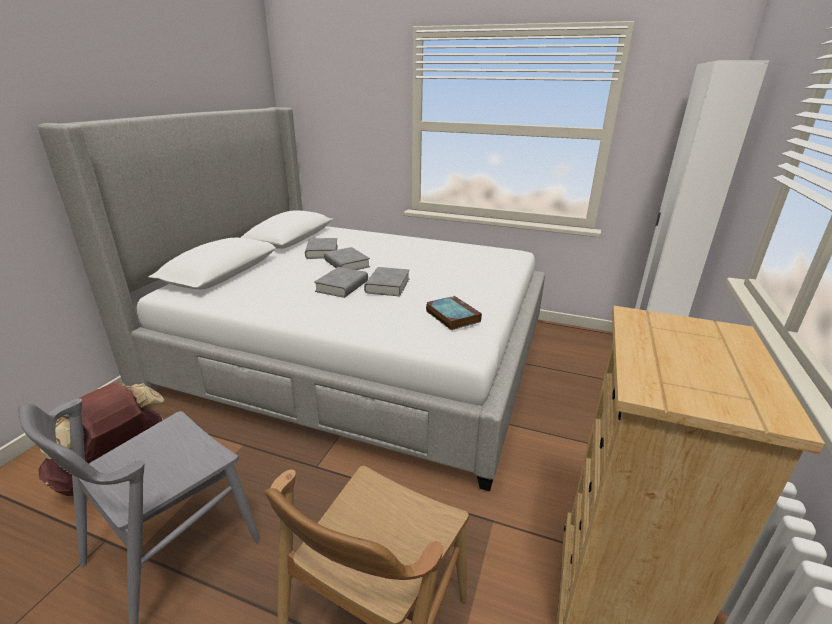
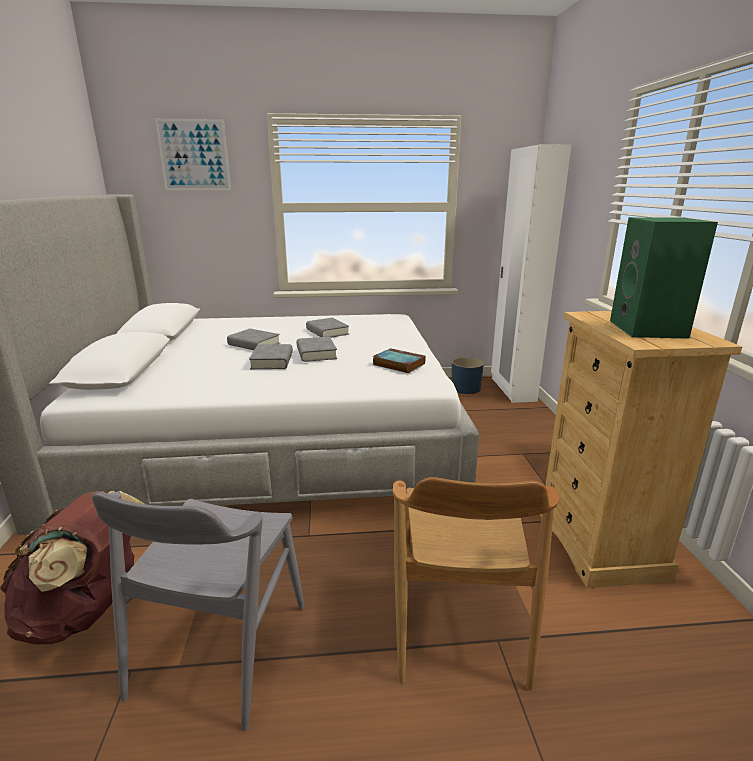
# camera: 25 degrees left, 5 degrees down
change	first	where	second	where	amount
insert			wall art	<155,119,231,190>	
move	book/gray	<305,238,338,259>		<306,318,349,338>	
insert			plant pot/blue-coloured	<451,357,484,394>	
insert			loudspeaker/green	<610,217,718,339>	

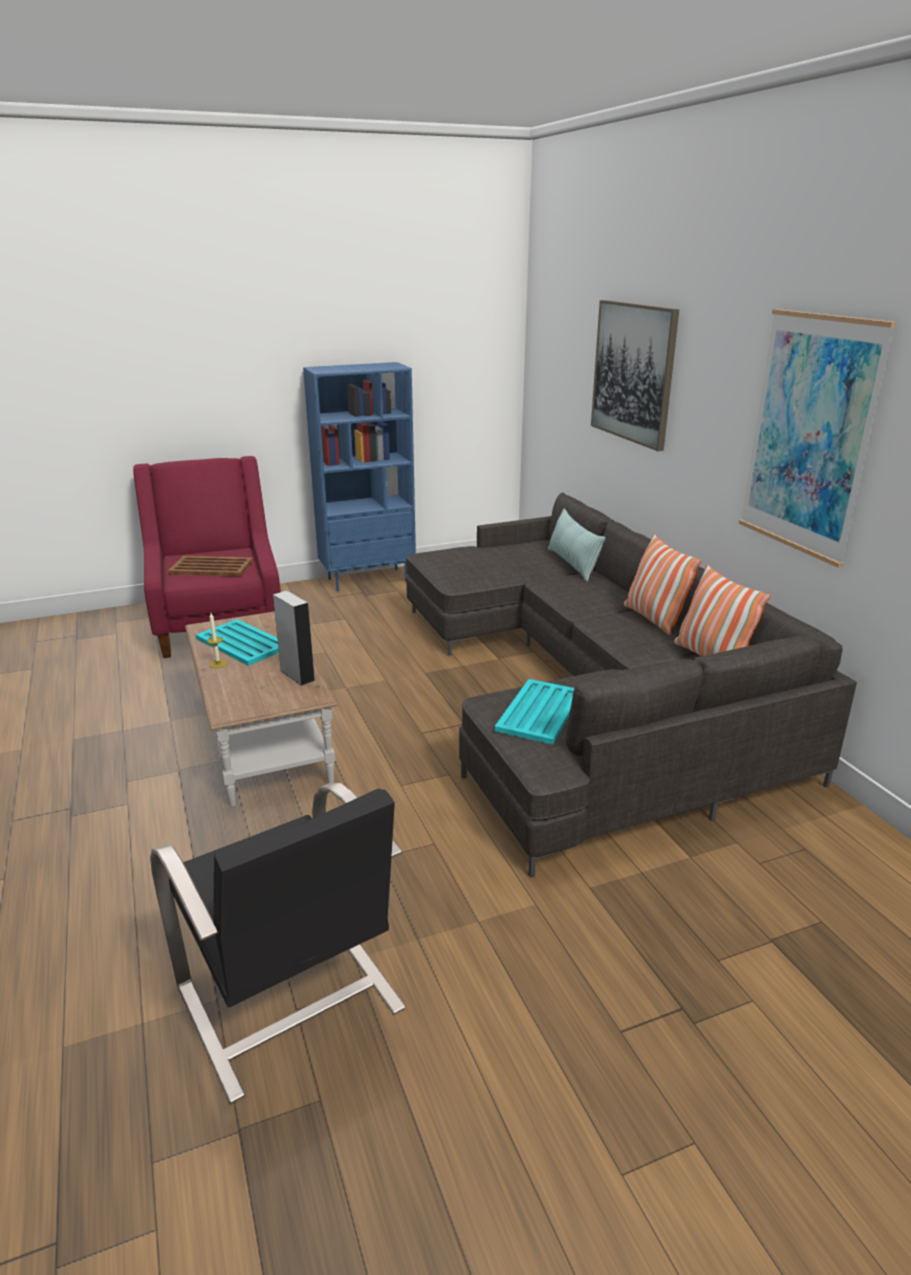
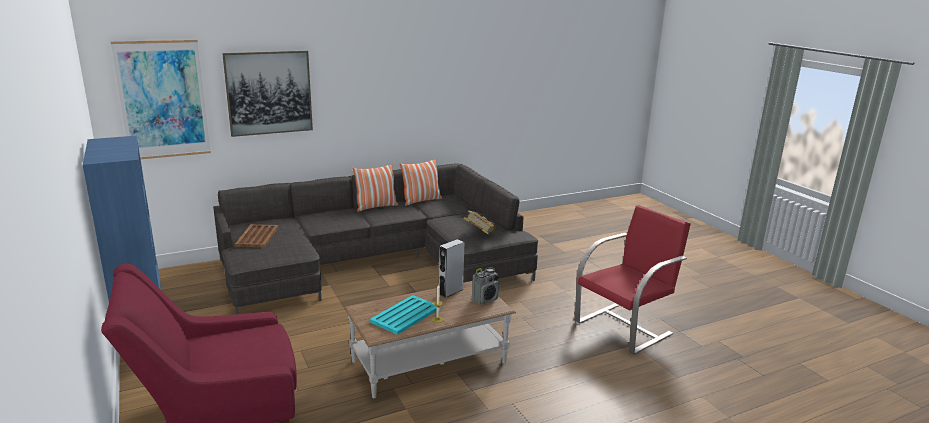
# camera: 95 degrees left, 5 degrees down
change	first	where	second	where	amount
move	wall art	<739,309,897,568>		<111,40,211,159>	
move	serving tray/brown	<168,556,253,576>		<235,224,279,247>	
replace	serving tray/blue-green	<494,679,574,745>	book	<463,210,497,234>	
insert			radio receiver	<472,267,499,305>	
recolor	easy chair/blackish	<150,783,406,1104>	easy chair/reddish	<575,205,691,355>	
delete	cushion	<548,509,605,582>			

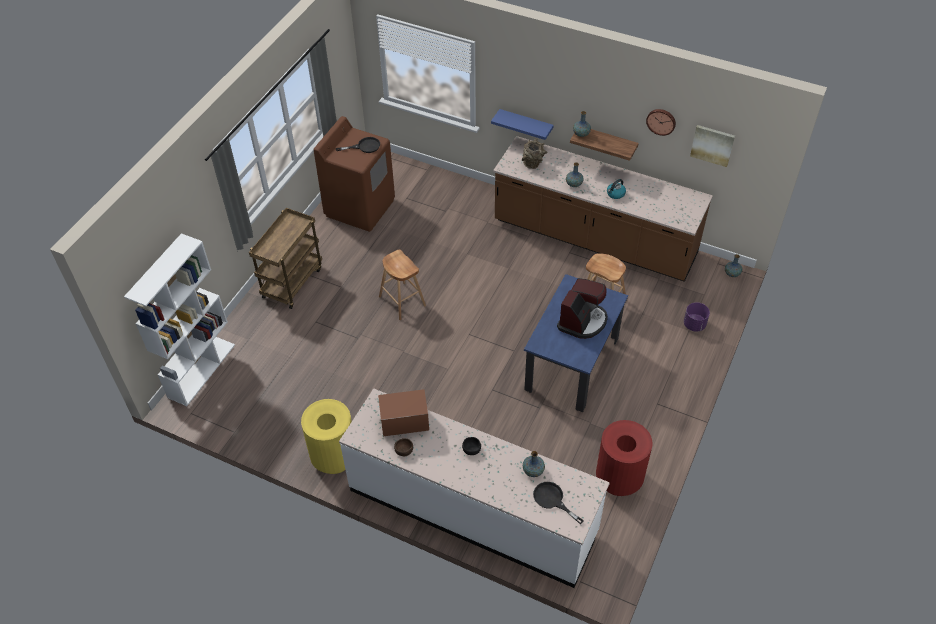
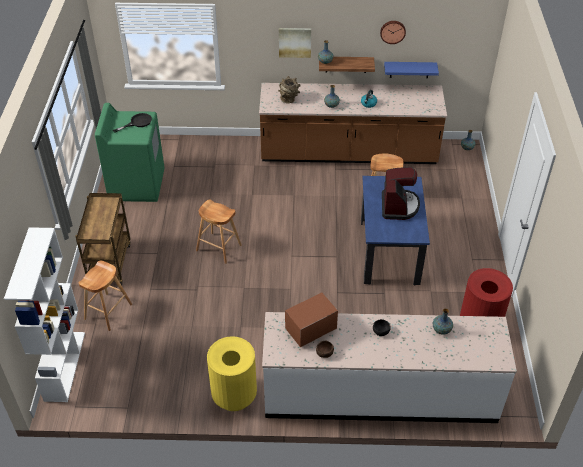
# camera: 25 degrees left, 5 degrees down
change	first	where	second	where	amount
insert			stool/brown	<79,260,132,331>	
recolor	washing machine/brown	<314,116,395,232>	washing machine/green	<95,103,165,202>	
move	wall art	<690,125,735,167>		<279,28,311,58>	
move	bracket shelf/blue-coloured	<491,109,554,140>		<384,62,439,78>	
delete	frying pan/blackish	<533,482,584,524>			
delete	plant pot/purplish	<684,302,710,332>			

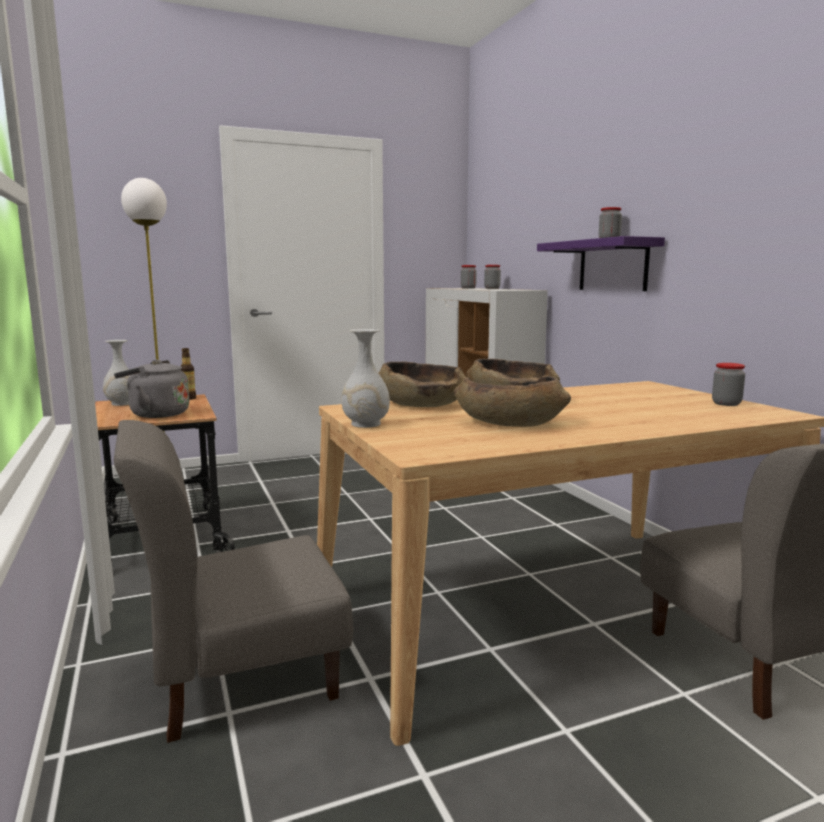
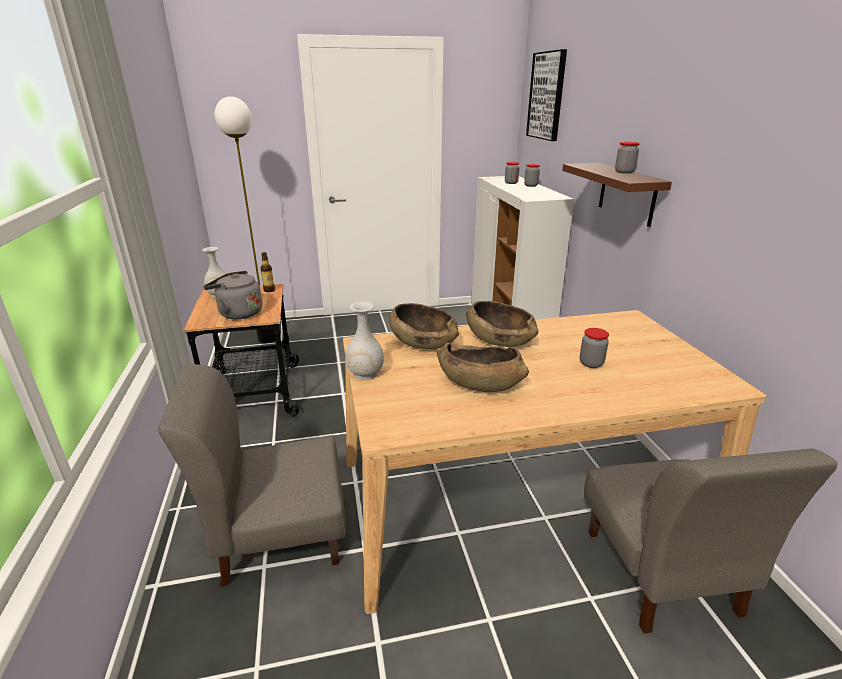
# camera: 10 degrees right, 15 degrees up
change	first	where	second	where	amount
insert			wall art	<526,49,567,141>	
recolor	bracket shelf/purplish	<537,236,665,291>	bracket shelf/brown	<562,163,672,227>	
move	storage jar	<712,363,745,406>		<580,328,609,368>	

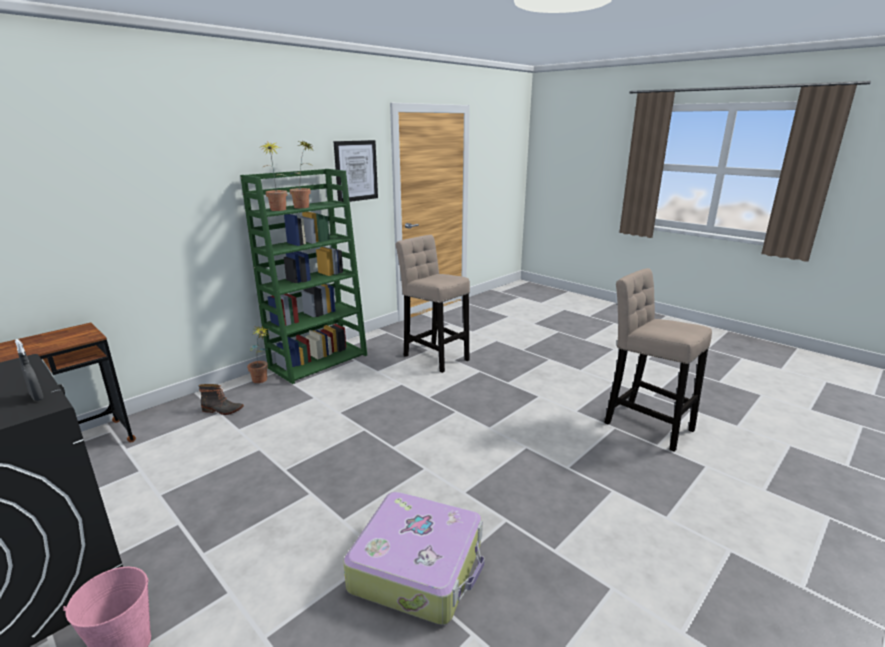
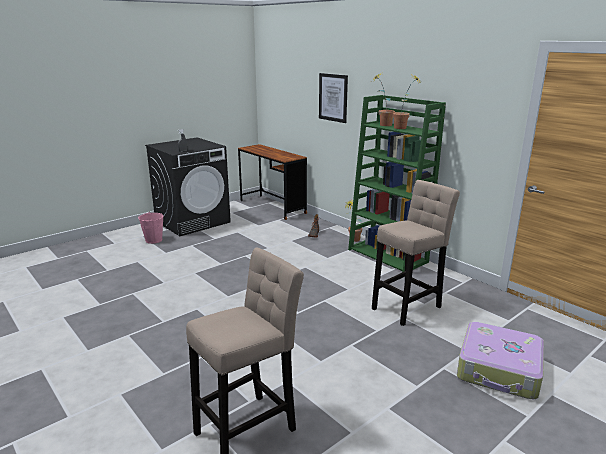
# camera: 95 degrees right, 0 degrees up
change	first	where	second	where	amount
move	wall art	<334,140,378,202>		<319,73,348,123>	
move	suitcase	<343,492,485,625>		<457,322,544,399>	

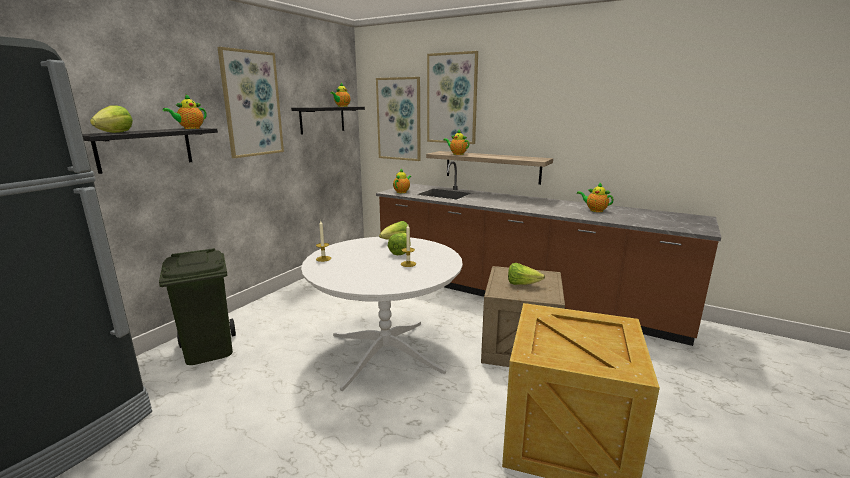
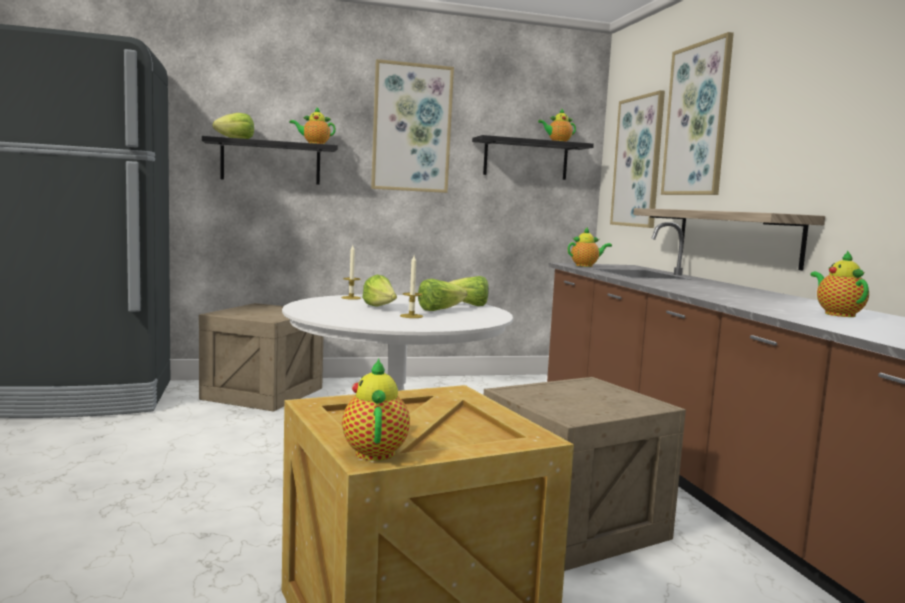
# camera: 45 degrees right, 10 degrees down
change	first	where	second	where	amount
replace	rubbish bin/green	<159,248,236,365>	crate	<199,303,323,412>	
move	teapot	<443,130,469,155>		<342,359,410,461>	
move	lettuce	<508,263,545,285>		<362,275,397,307>	

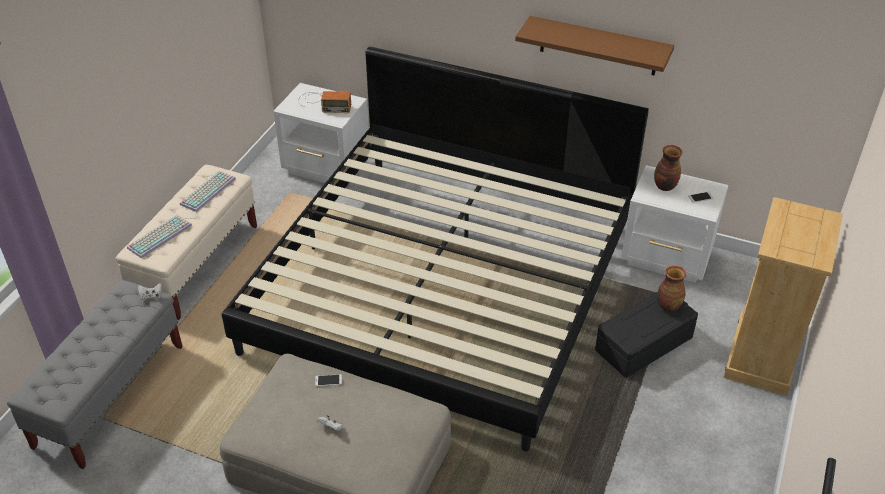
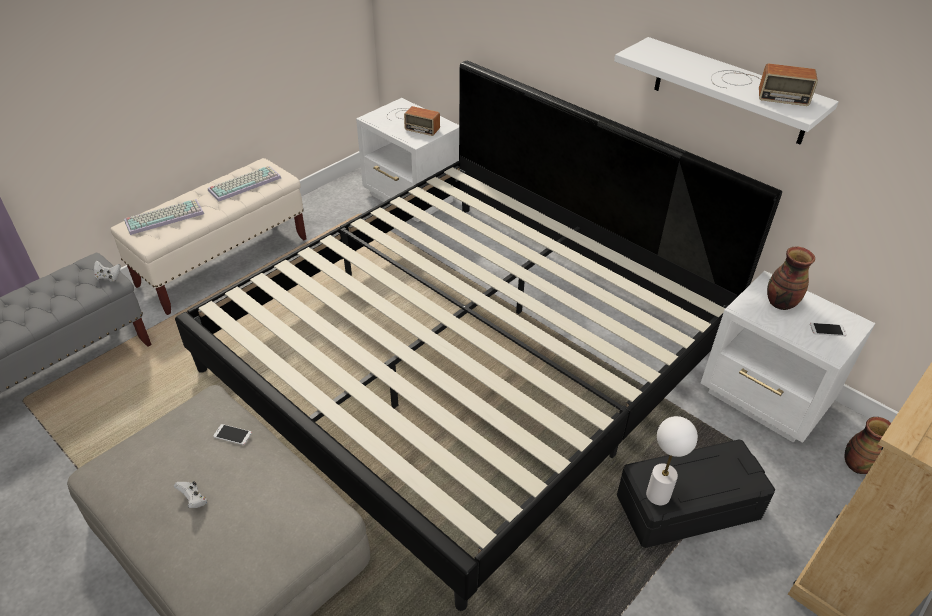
# camera: 20 degrees right, 0 degrees up
change	first	where	second	where	amount
recolor	bracket shelf/brown	<515,16,674,76>	bracket shelf/white-coloured	<614,37,839,144>	
insert			tabletop lamp/white-coloured	<646,416,698,506>	
insert			radio receiver	<711,64,818,106>	
move	vase	<657,265,686,312>		<845,417,891,474>	

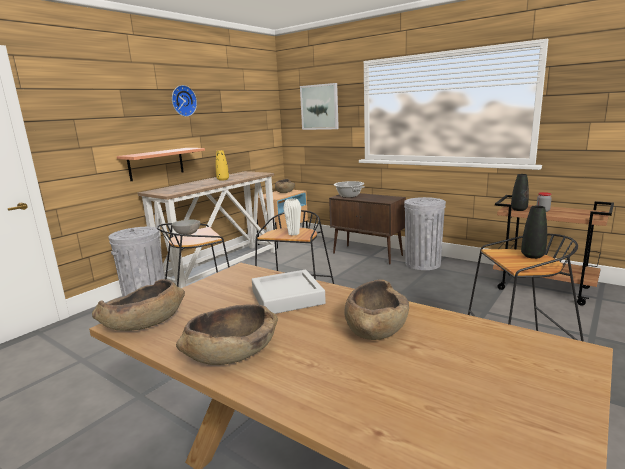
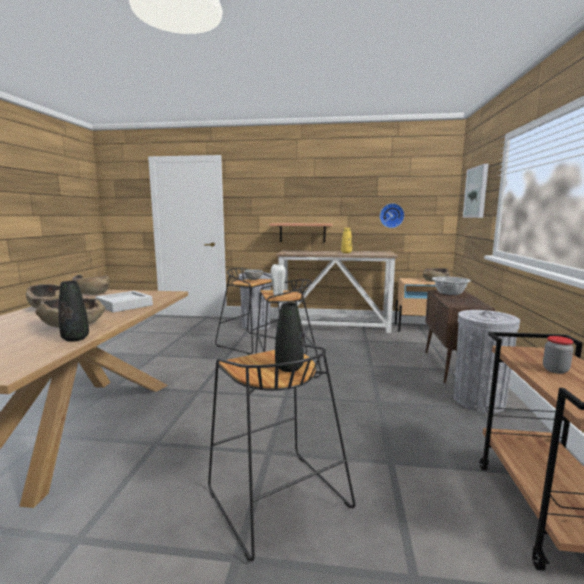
# camera: 60 degrees right, 5 degrees down
change	first	where	second	where	amount
move	vase/blackish	<511,174,529,211>		<58,281,89,342>	
move	clock on the wall	<172,85,197,117>		<380,203,405,228>	

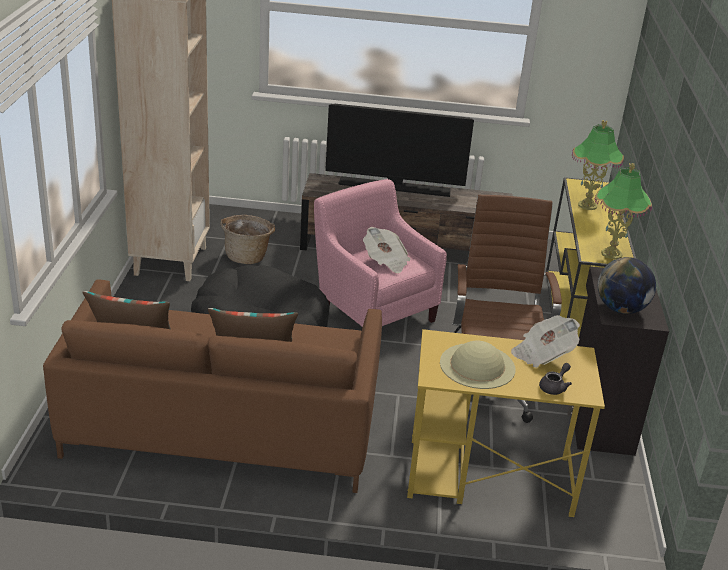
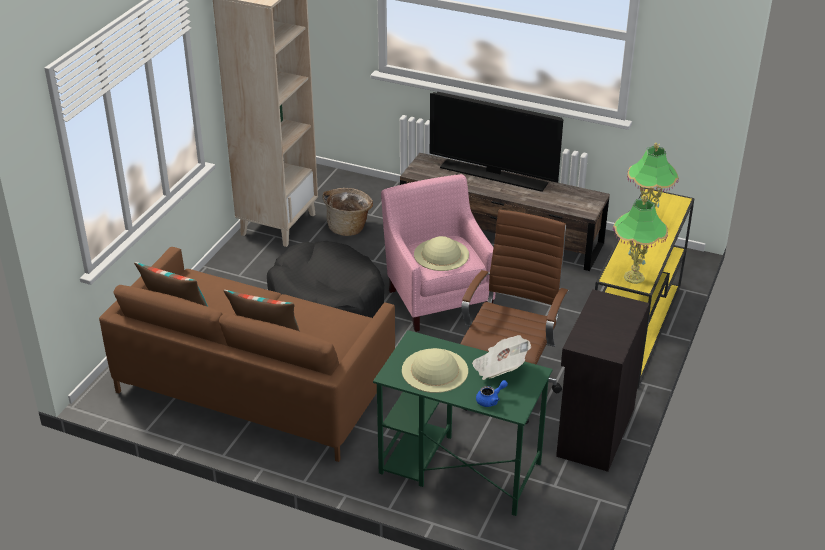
# camera: 20 degrees right, 5 degrees up
change	first	where	second	where	amount
recolor	desk/yellow-coloured	<407,329,605,517>	desk/green	<373,330,553,516>	
replace	printed paper	<363,227,411,273>	wearable hat/beige	<414,236,469,271>	
recolor	teapot/gray	<539,363,572,395>	teapot/blue-coloured	<476,380,508,407>	
delete	world globe	<598,257,656,314>			

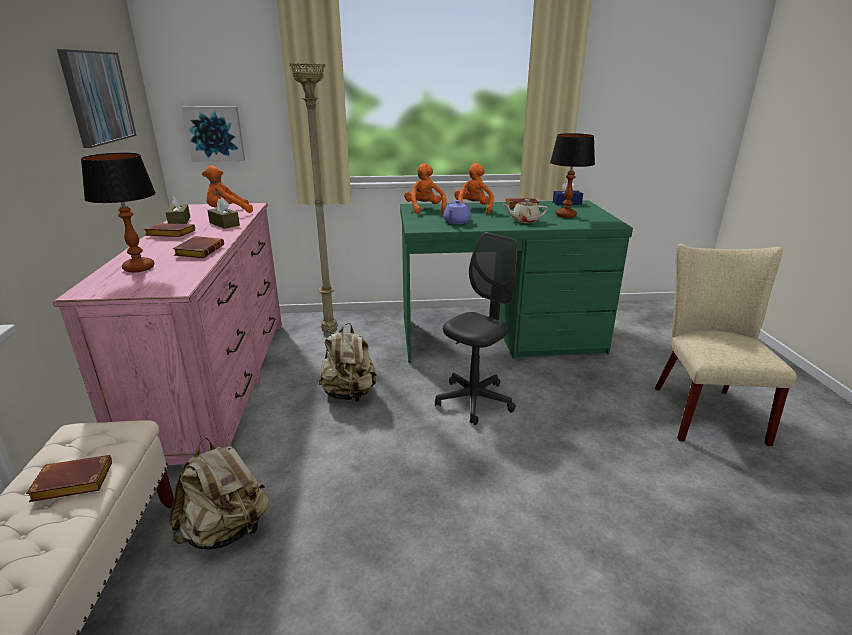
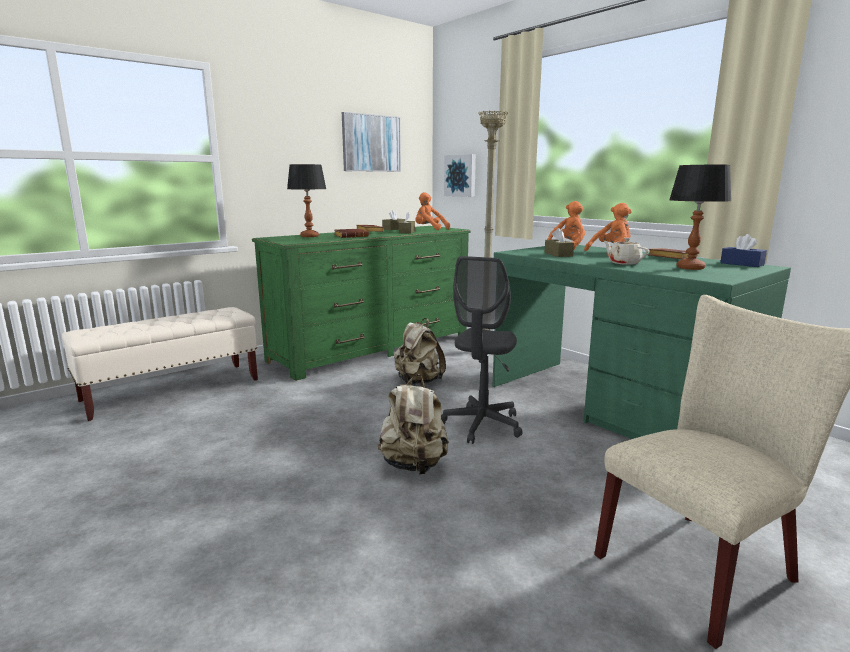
# camera: 55 degrees right, 10 degrees down
change	first	where	second	where	amount
recolor	chest of drawers/pink	<53,203,282,465>	chest of drawers/green	<252,226,471,381>	
move	rucksack/beige	<169,438,269,549>		<378,374,449,475>	
rotate	desk chair/gray	<435,232,518,425>		<441,256,523,444>	105 degrees clockwise
replace	teapot/purplish	<444,200,471,224>	box of tissues/brown	<544,228,574,257>	
delete	book/brown	<26,455,112,502>			

